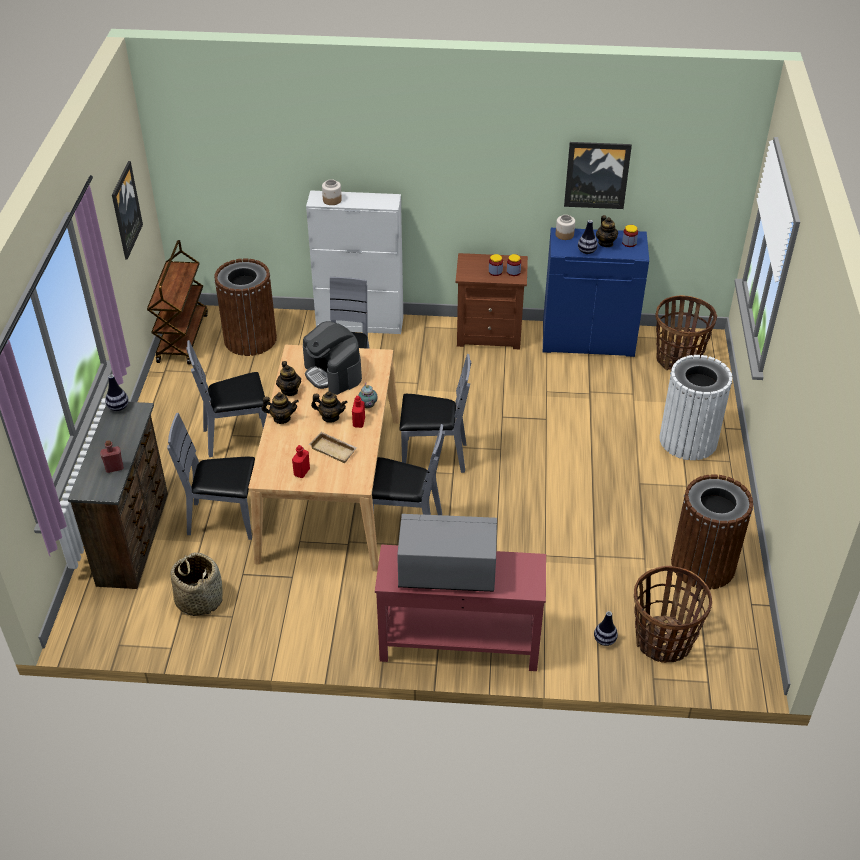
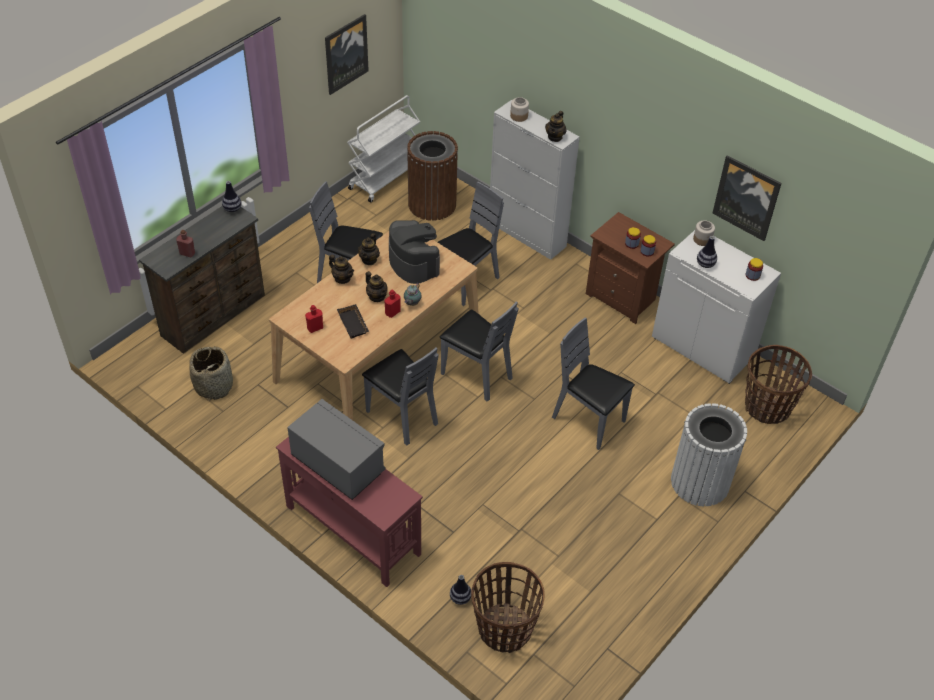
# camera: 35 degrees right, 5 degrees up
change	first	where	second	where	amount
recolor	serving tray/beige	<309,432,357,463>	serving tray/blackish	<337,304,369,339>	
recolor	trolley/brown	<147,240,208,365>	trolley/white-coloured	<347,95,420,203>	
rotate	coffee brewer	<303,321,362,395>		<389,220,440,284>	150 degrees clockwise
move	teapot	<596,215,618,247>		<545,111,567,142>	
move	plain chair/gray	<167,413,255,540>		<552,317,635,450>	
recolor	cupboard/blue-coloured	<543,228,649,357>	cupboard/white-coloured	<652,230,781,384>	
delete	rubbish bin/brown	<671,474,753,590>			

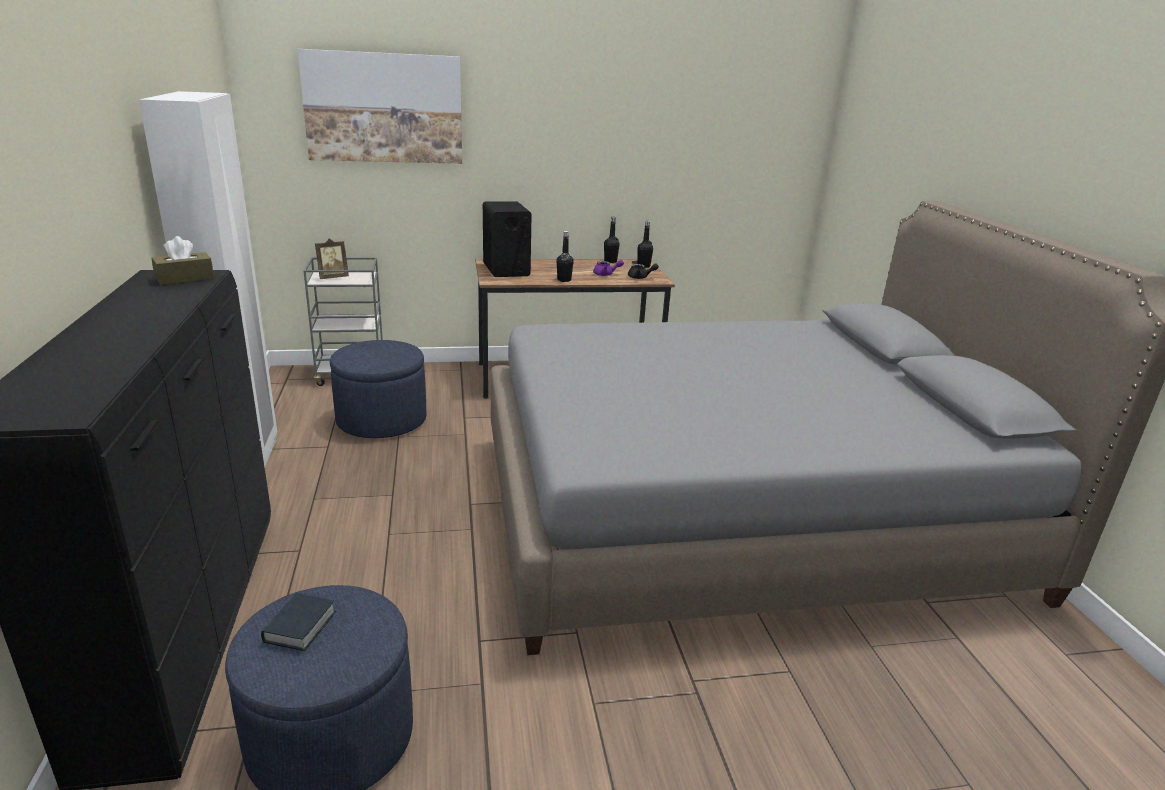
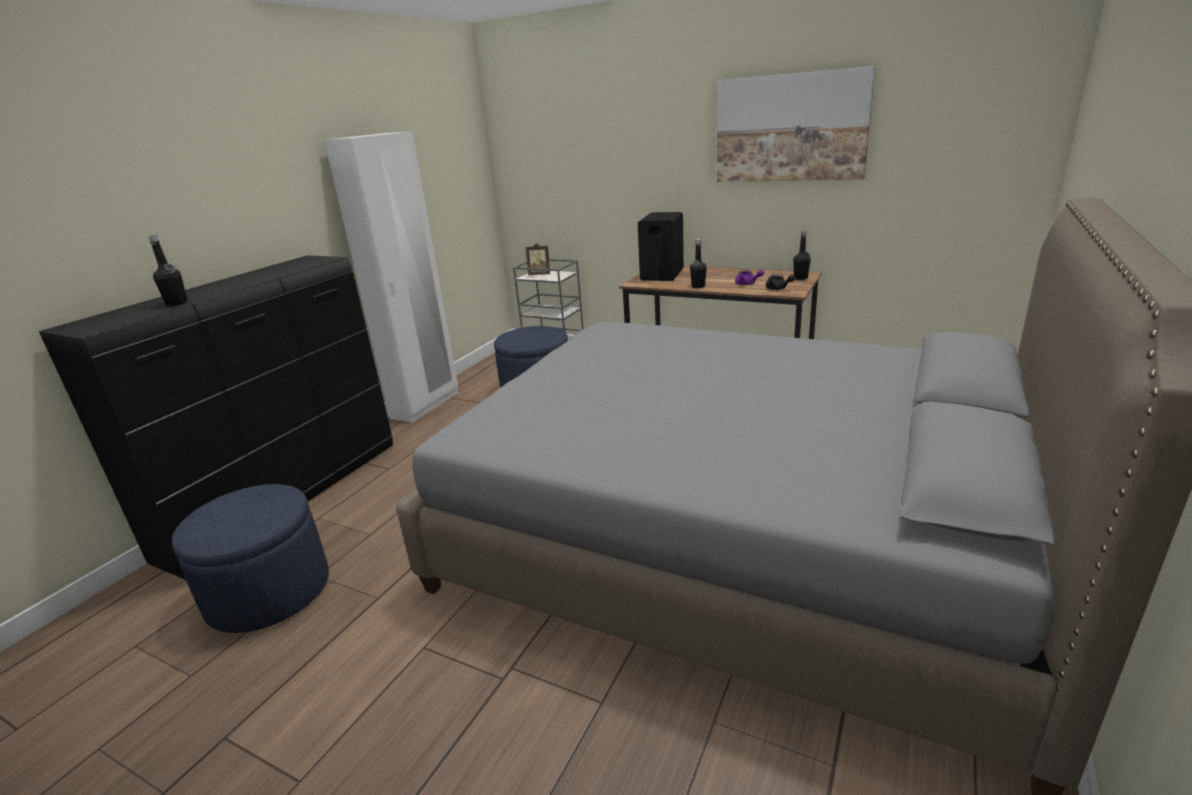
# camera: 40 degrees right, 0 degrees up
change	first	where	second	where	amount
move	bottle/blackish	<604,217,620,263>		<148,234,188,306>	
move	wall art	<297,49,462,164>		<717,66,876,182>	
delete	box of tissues/brown	<151,236,214,285>			
delete	book	<261,593,336,651>			

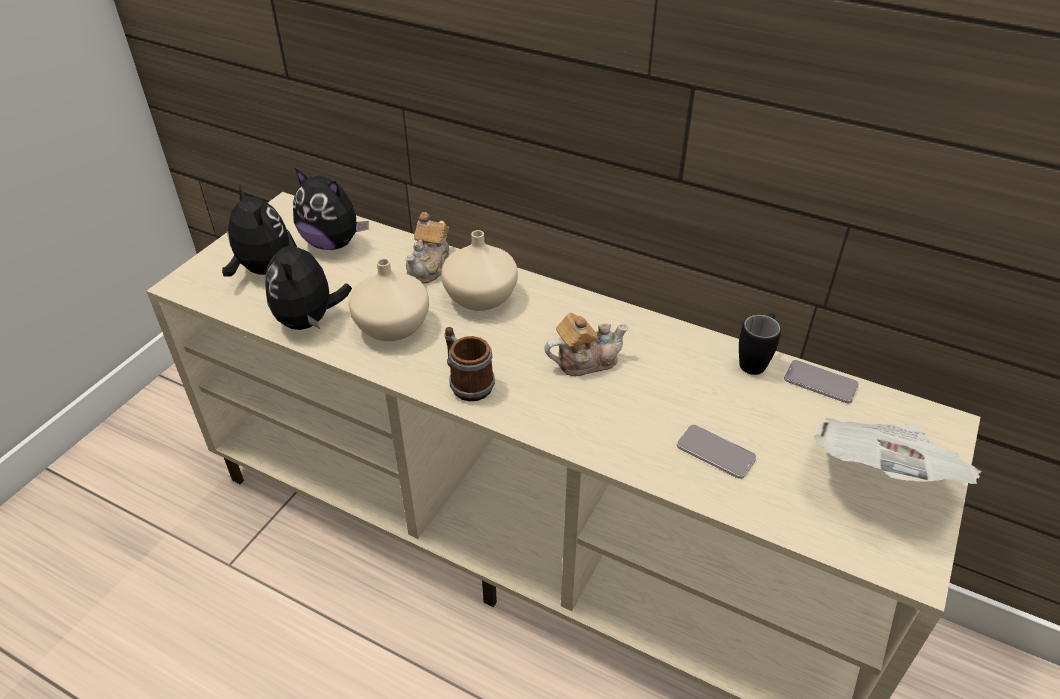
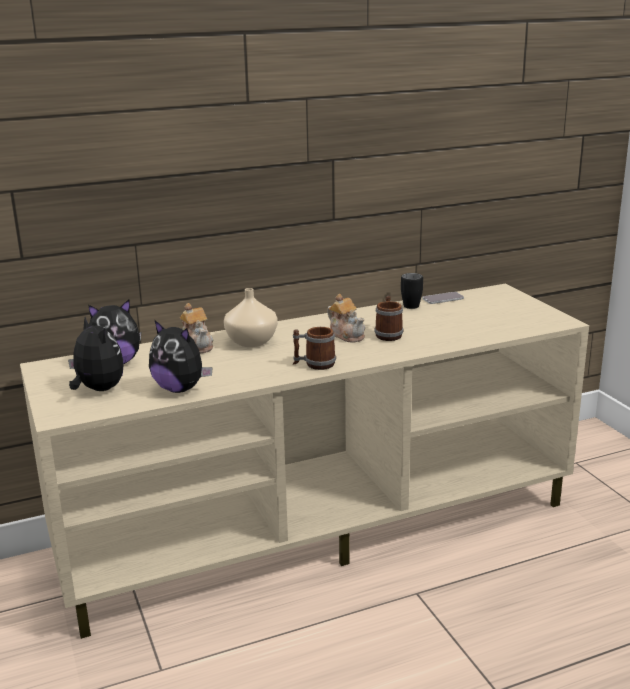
# camera: 50 degrees left, 20 degrees down
change	first	where	second	where	amount
rotate	soft toy	<222,183,289,277>		<68,317,124,391>	45 degrees clockwise
rotate	teapot	<545,313,629,376>		<327,294,365,343>	120 degrees clockwise
insert			tea mug	<375,296,403,341>	
delete	vase/beige	<349,258,429,341>			
delete	telephone	<677,424,757,479>			
delete	printed paper	<814,418,981,484>			

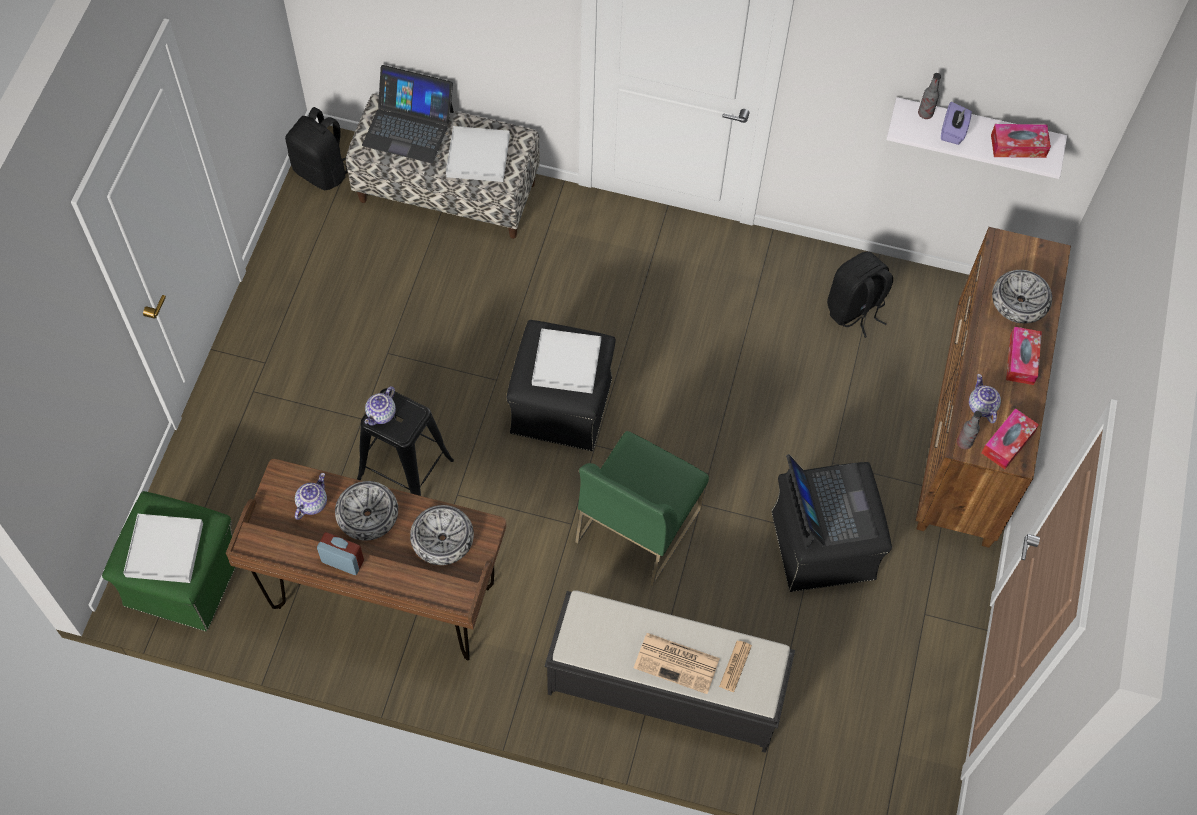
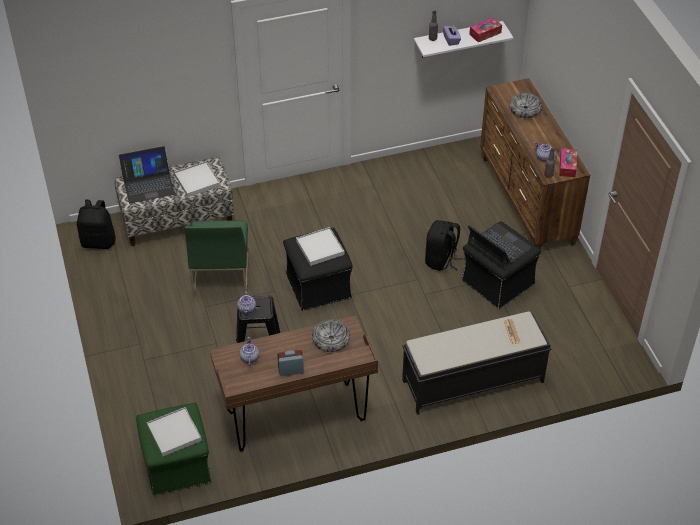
# camera: 30 degrees left, 15 degrees down
change	first	where	second	where	amount
move	plain chair/green	<575,431,709,586>		<185,220,249,297>	
move	rucksack/blackish	<827,252,893,338>		<425,220,463,271>	
delete	serving bowl	<335,481,398,541>			
delete	printed paper	<634,633,720,694>			
delete	box of tissues	<1006,327,1042,385>			

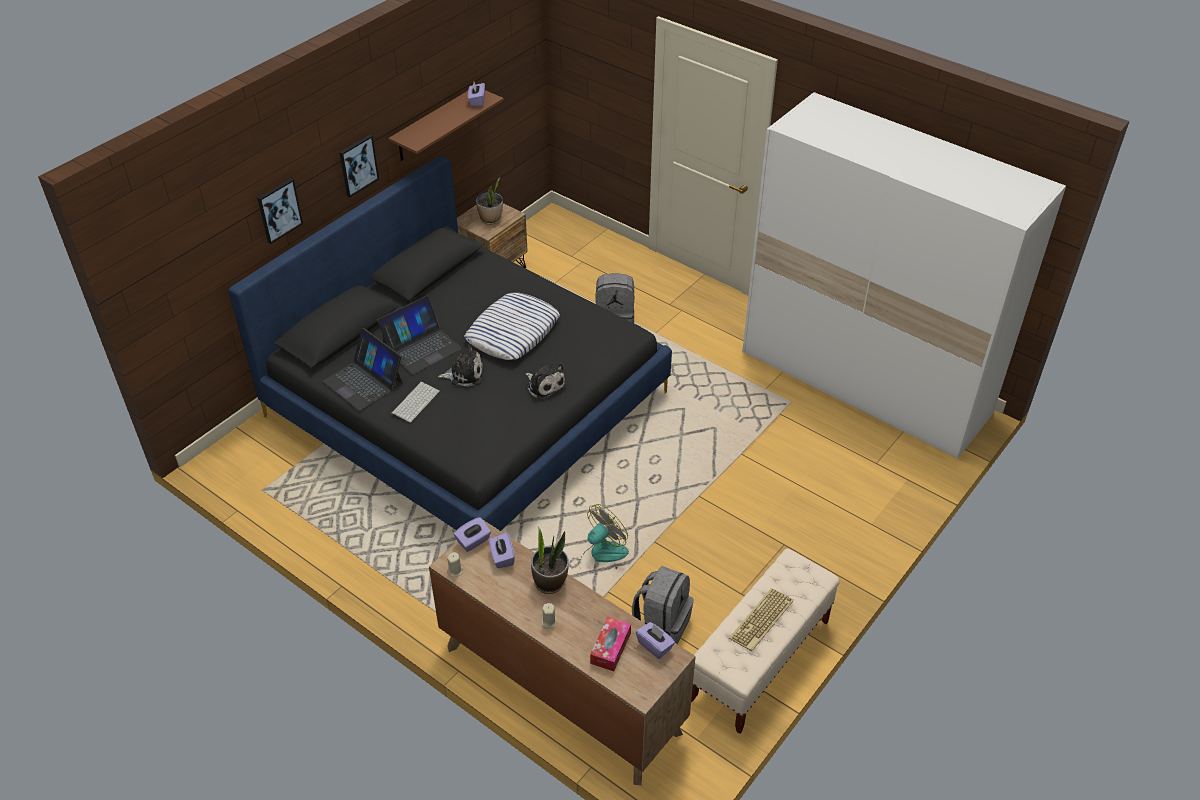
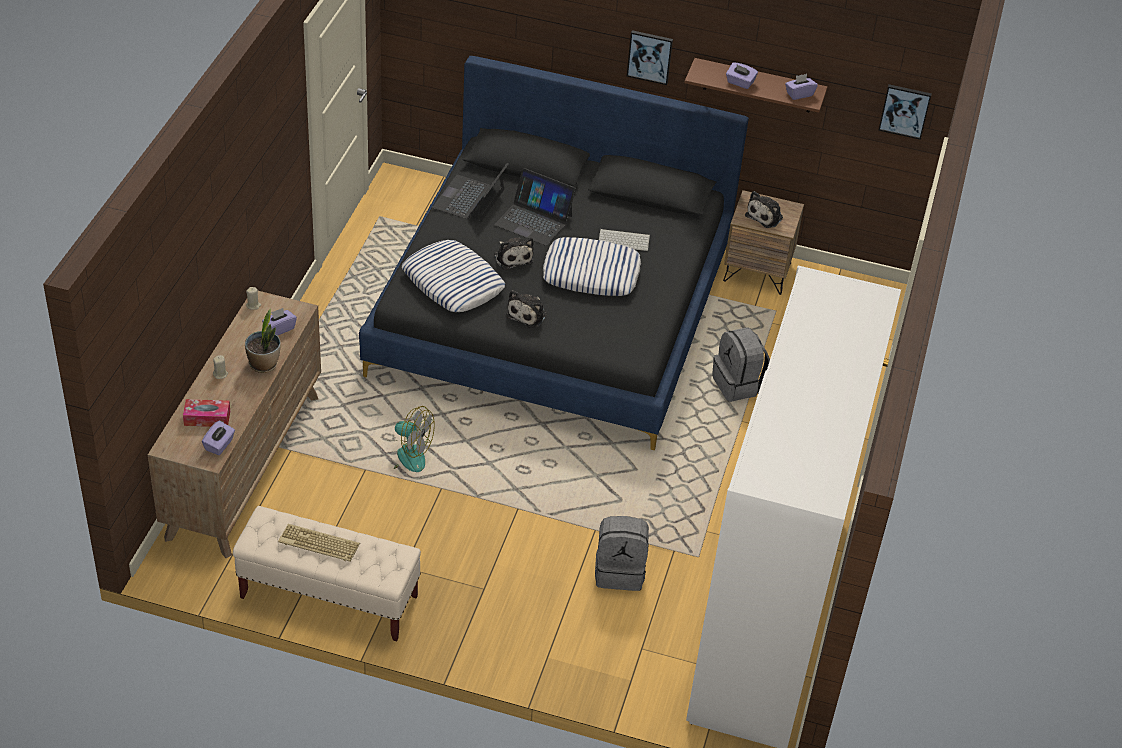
# camera: 65 degrees right, 0 degrees up
change	first	where	second	where	amount
insert			cushion	<402,240,505,312>	
move	rucksack/gray	<632,566,694,644>		<595,516,649,591>	
move	PC keyboard	<391,382,440,423>		<599,229,650,251>	
move	box of tissues/purplish	<454,517,491,552>		<726,63,758,89>	
replace	potted plant	<476,177,503,225>	soft toy	<745,191,783,228>	
move	wall art	<257,178,303,244>		<878,84,932,140>	

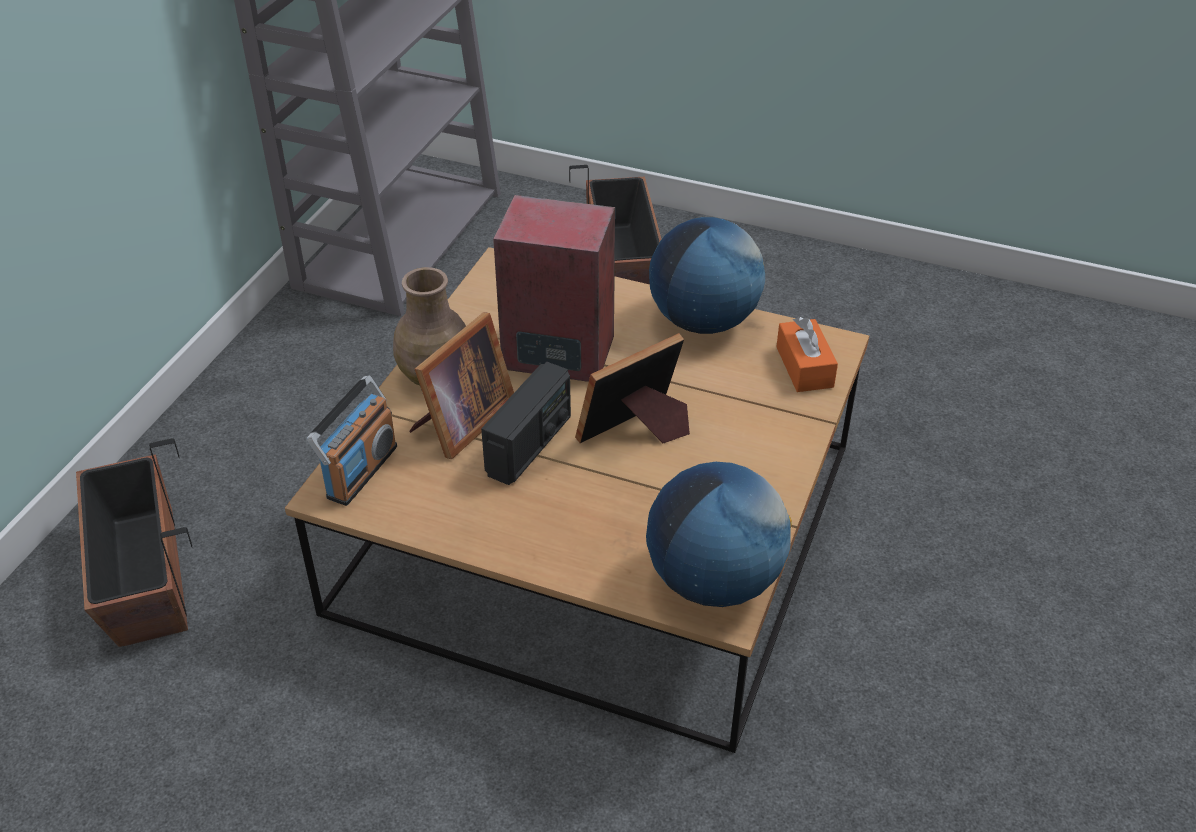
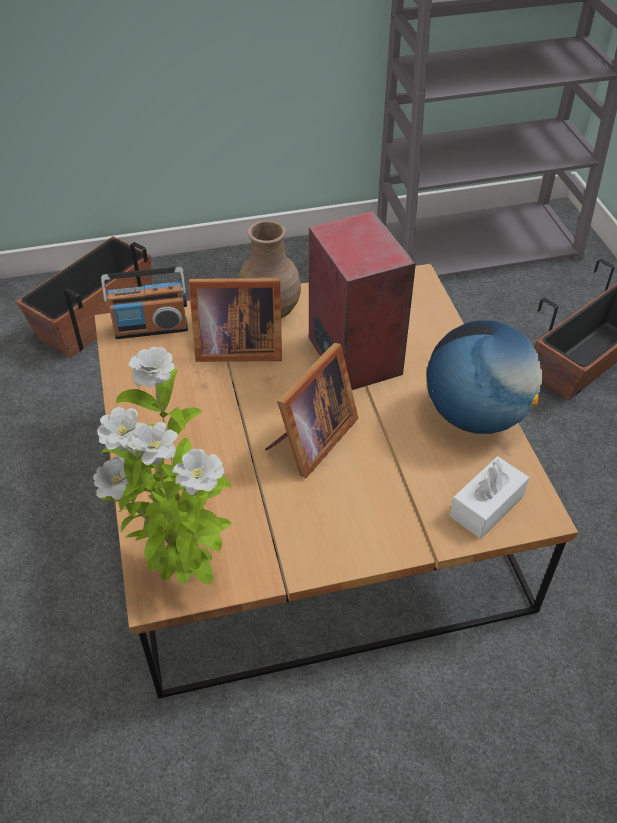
# camera: 55 degrees right, 5 degrees up
change	first	where	second	where	amount
replace	world globe	<646,462,792,607>	potted plant	<93,347,231,585>	
rotate	picture frame	<575,333,690,443>		<265,343,358,478>	105 degrees clockwise
recolor	box of tissues/orange-coloured	<776,317,838,392>	box of tissues/white-coloured	<450,456,529,538>	
delete	radio receiver	<481,362,571,485>			

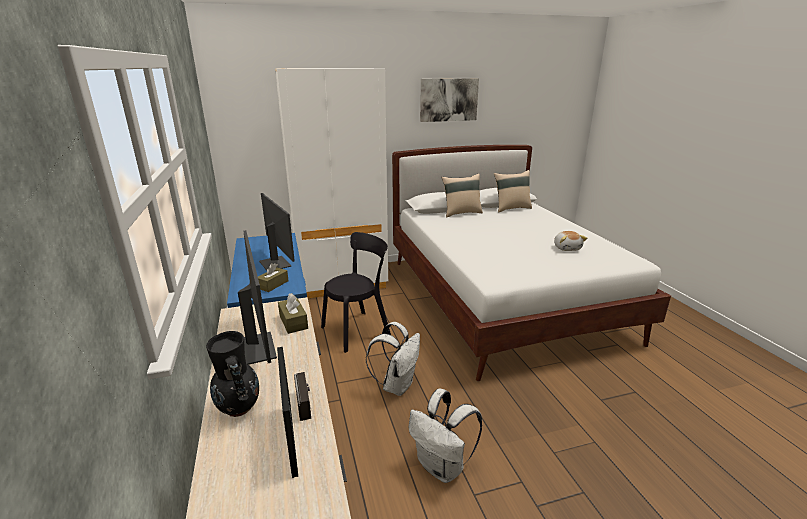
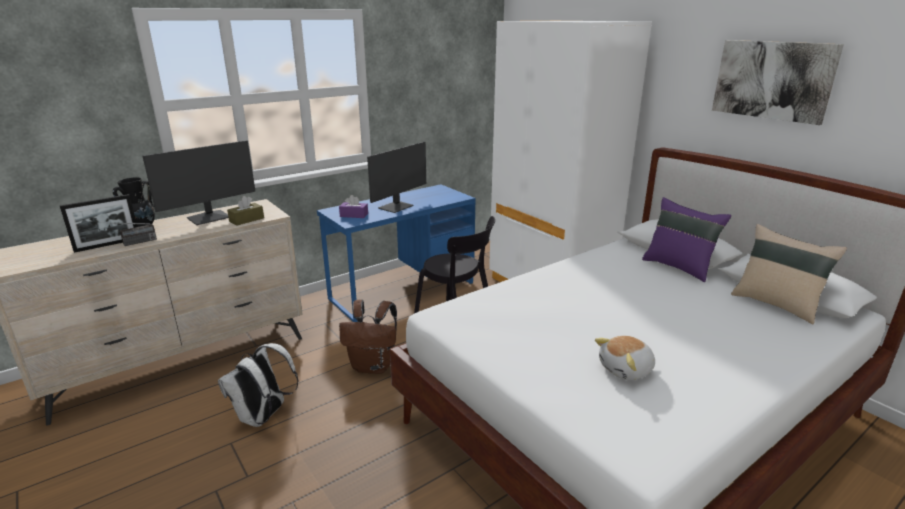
# camera: 70 degrees right, 0 degrees up
change	first	where	second	where	amount
recolor	box of tissues/brown	<258,263,288,292>	box of tissues/purplish	<339,195,368,218>	
recolor	rucksack/white-coloured	<366,322,420,396>	rucksack/brown	<339,300,397,374>	
recolor	cushion/beige	<441,173,483,218>	cushion/purplish	<642,197,731,282>	

